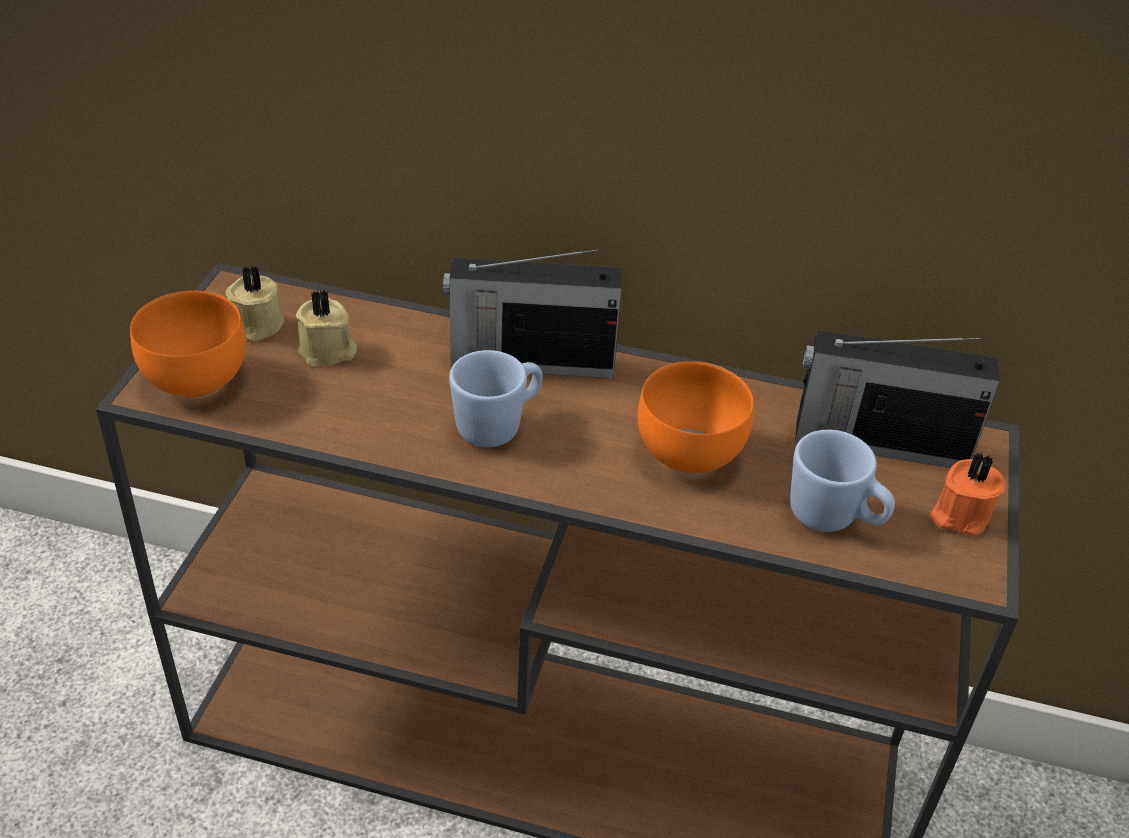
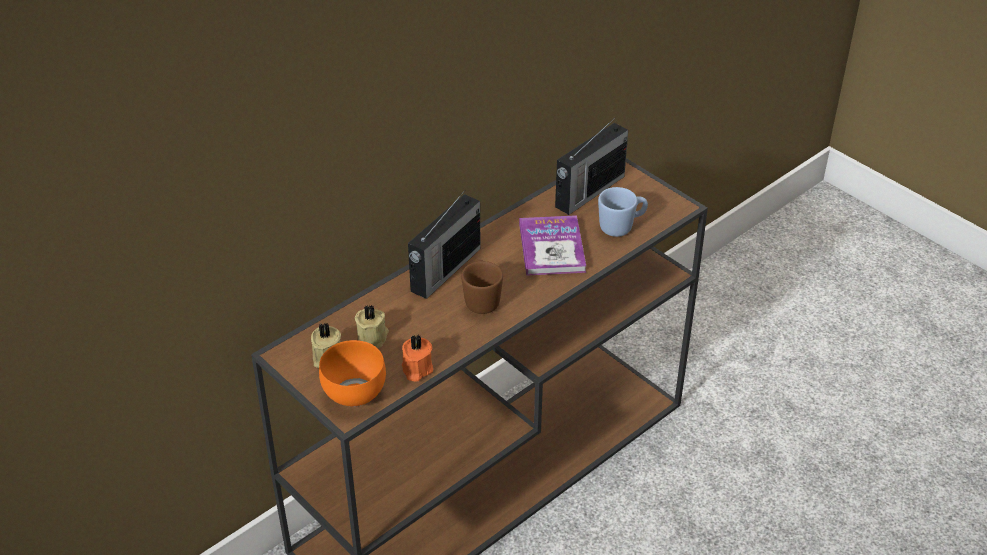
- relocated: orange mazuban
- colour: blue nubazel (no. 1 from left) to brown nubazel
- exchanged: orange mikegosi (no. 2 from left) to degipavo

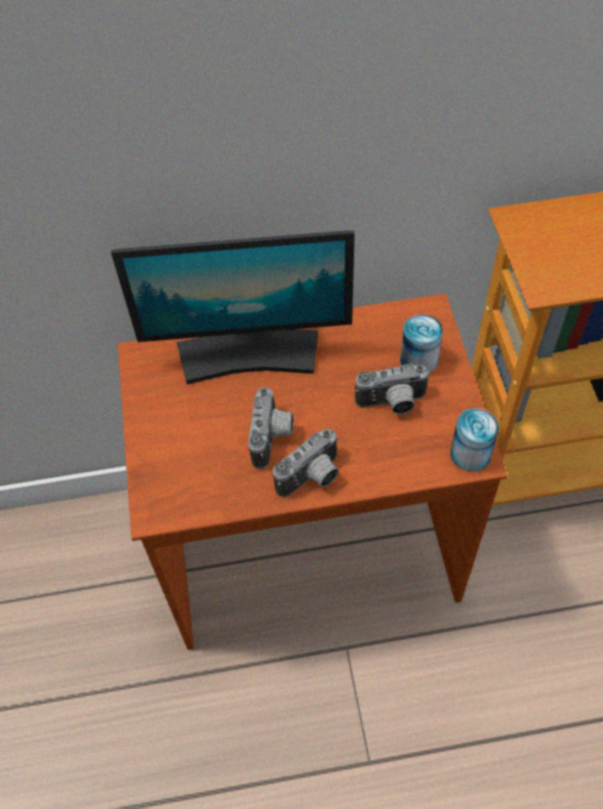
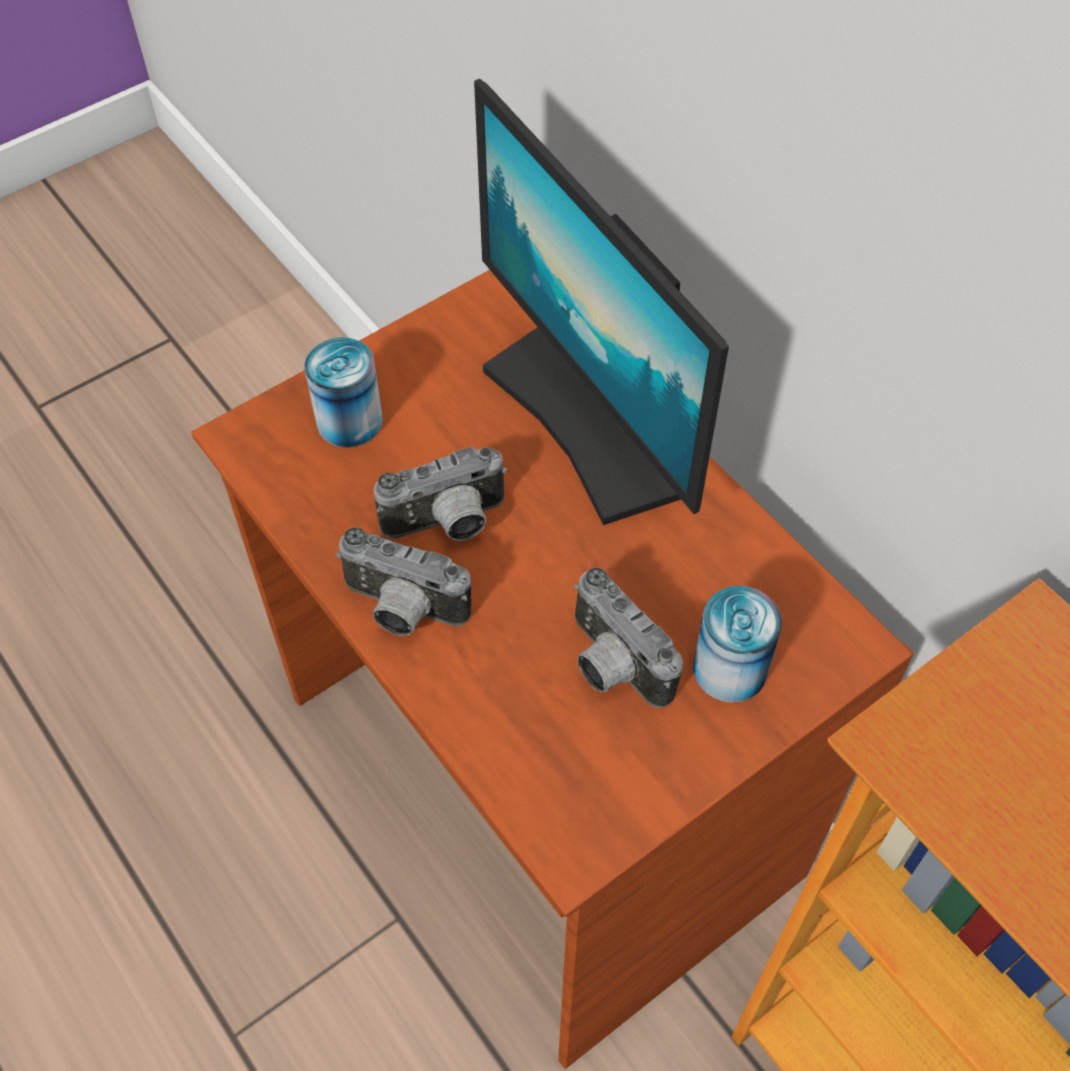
- relocated: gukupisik (no. 2 from left in the first image) to gukupisik (no. 1 from left)

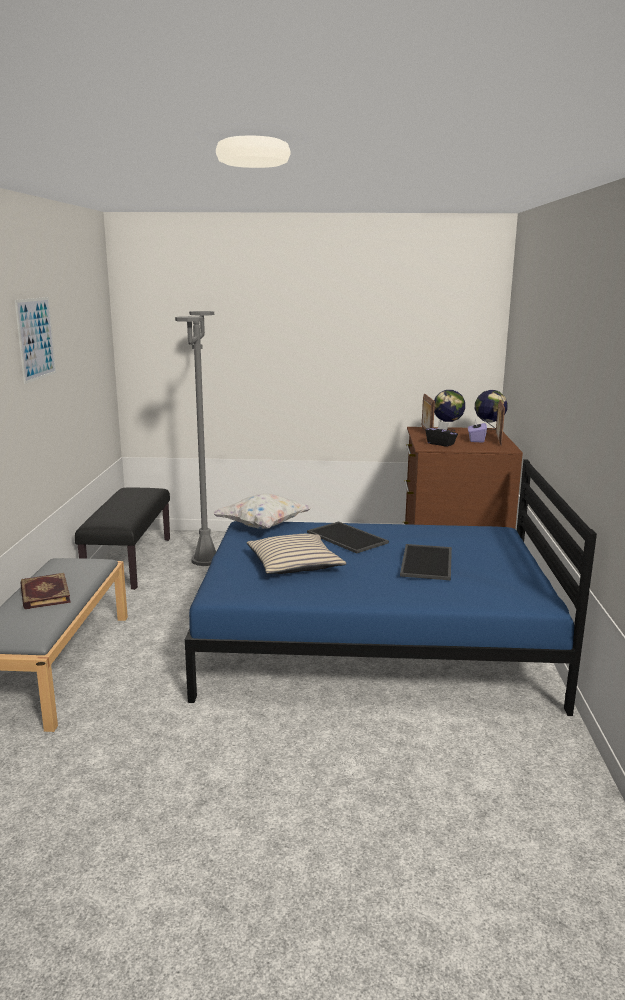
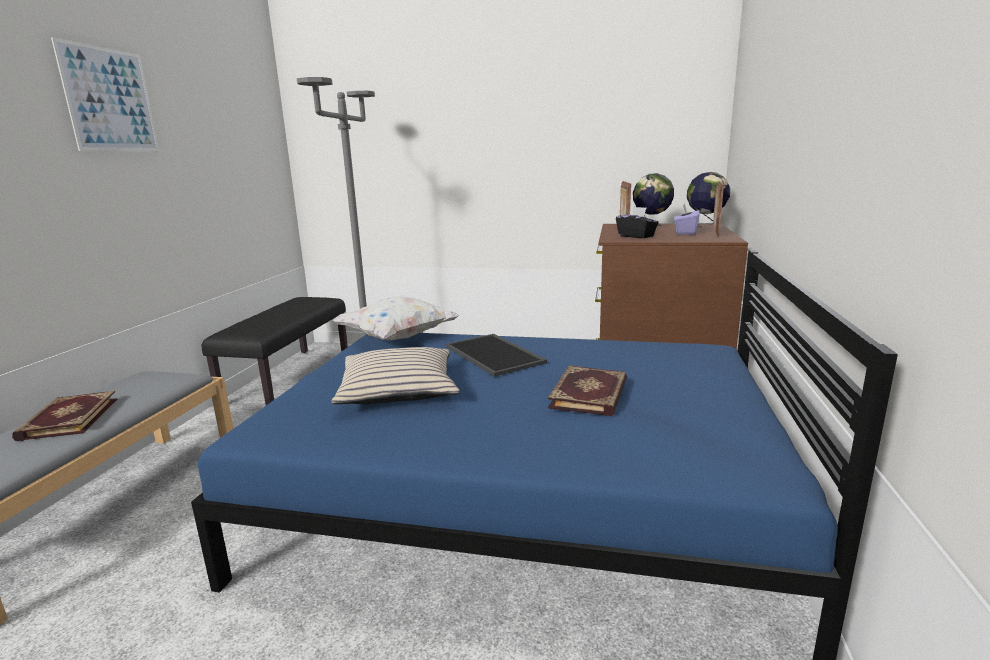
- exchanged: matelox (no. 2 from left) to degipavo (no. 2 from left)

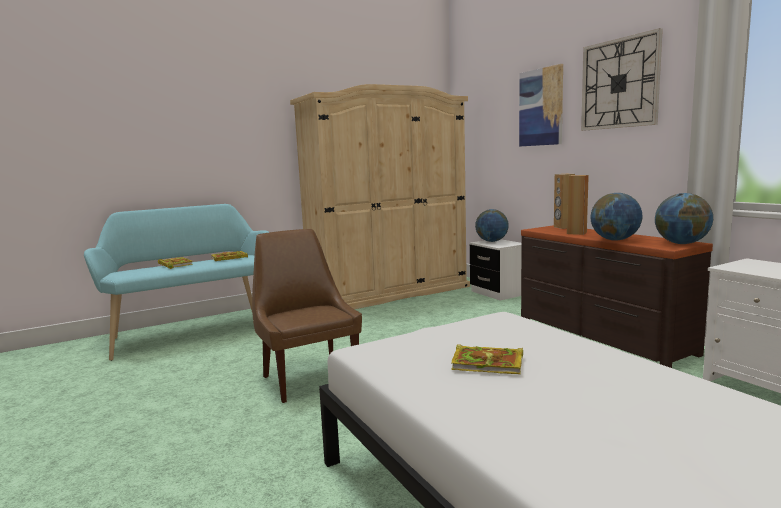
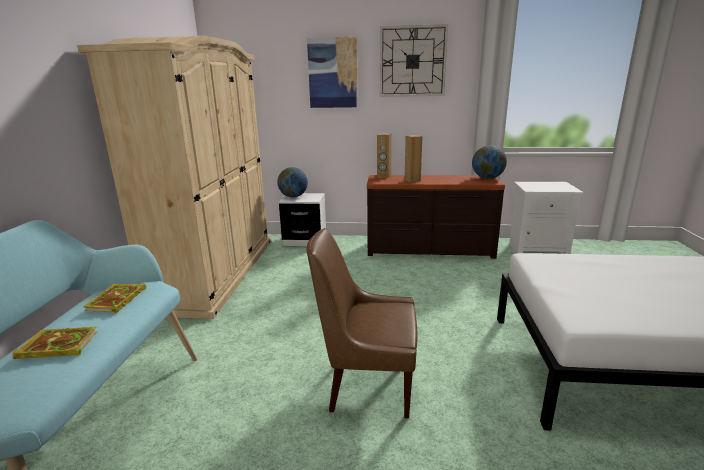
- missing: degipavo (no. 3 from left)
- missing: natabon (no. 2 from left)

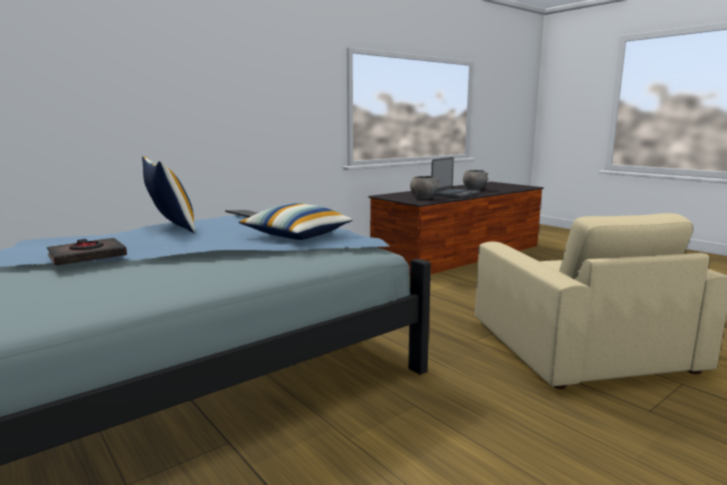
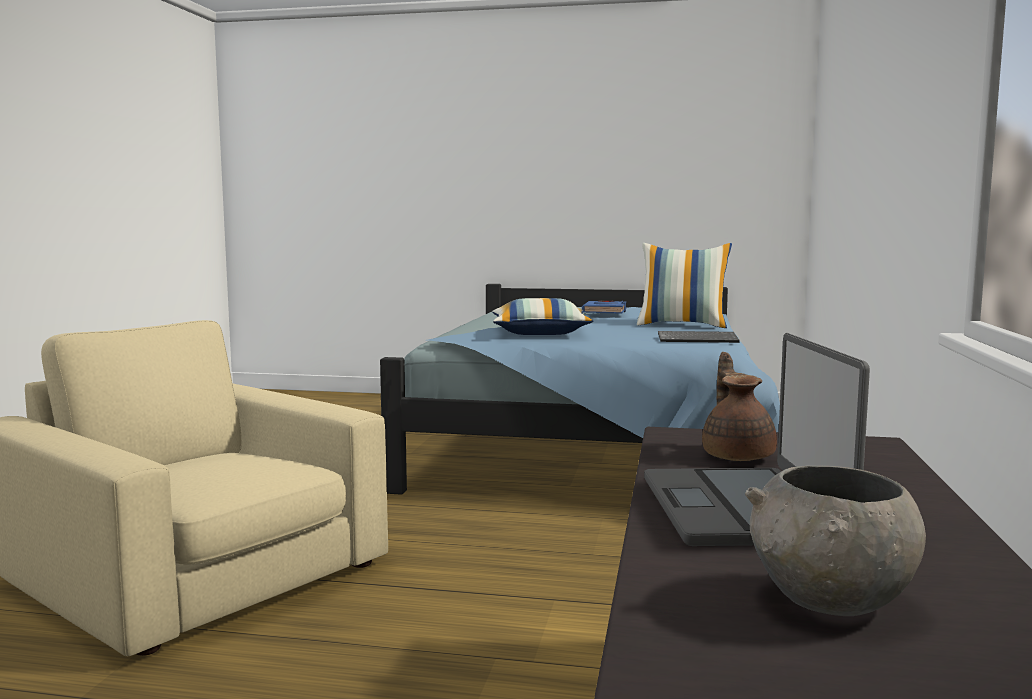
- colour: black degipavo to blue degipavo
- exchanged: grey mikegosi (no. 1 from left) to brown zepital

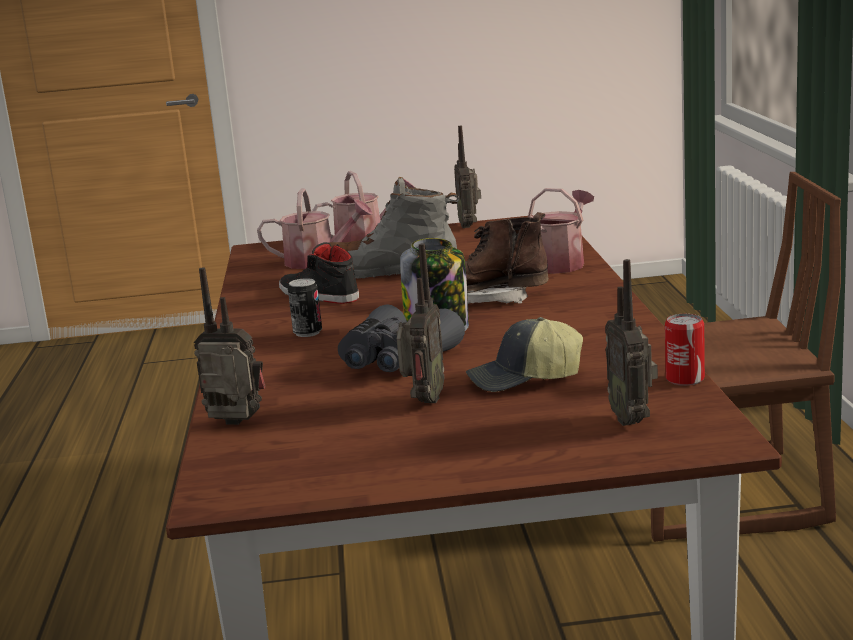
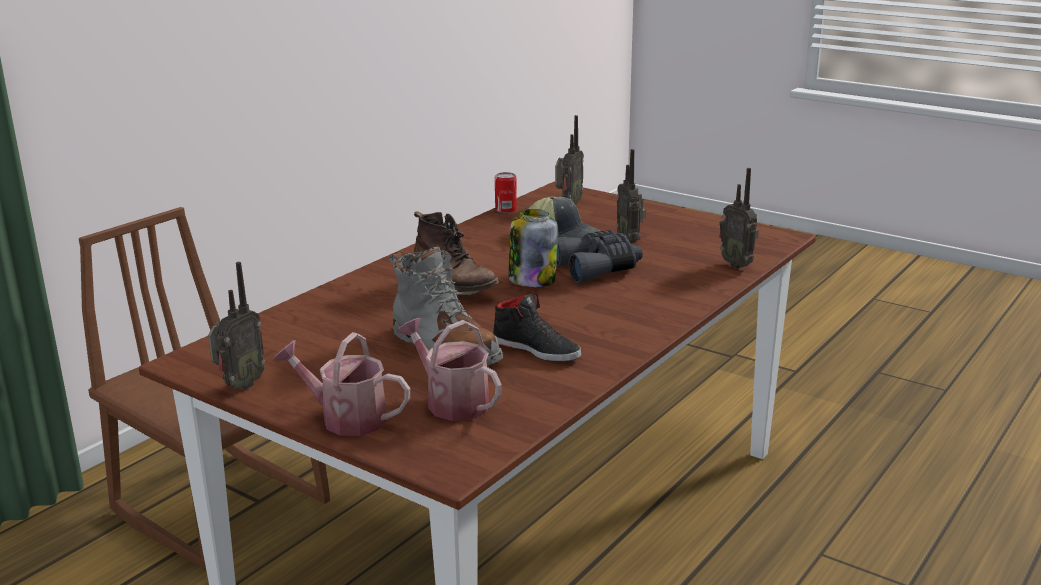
- spun: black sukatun 45 degrees counterclockwise
- spun: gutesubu (no. 2 from left in the first image) 75 degrees counterclockwise
- missing: gukupisik (no. 1 from left)
- missing: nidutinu (no. 3 from left)

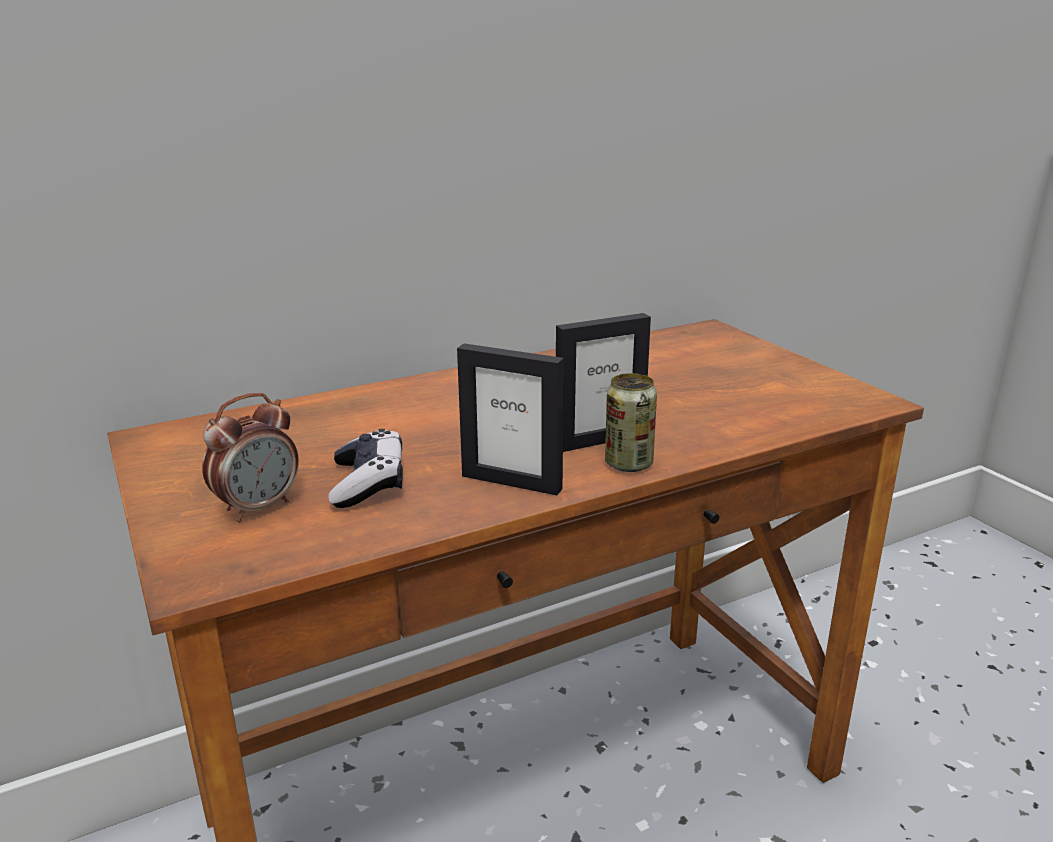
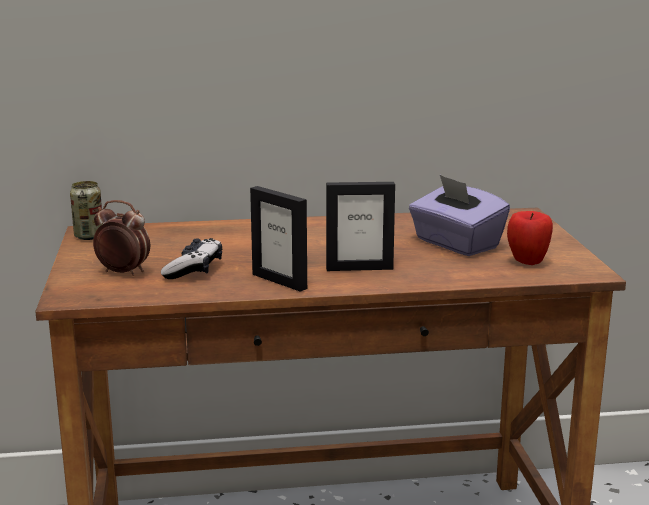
- relocated: gukupisik
- spun: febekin 135 degrees counterclockwise
- appeared: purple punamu
- appeared: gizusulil

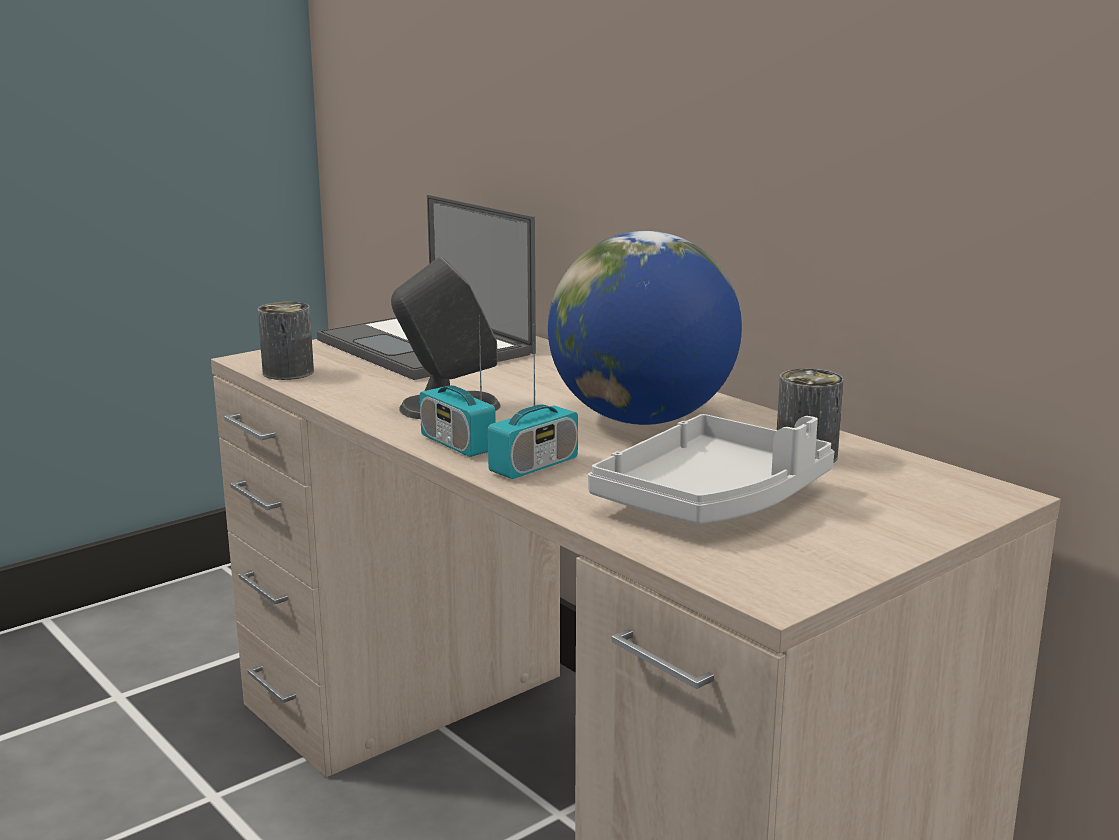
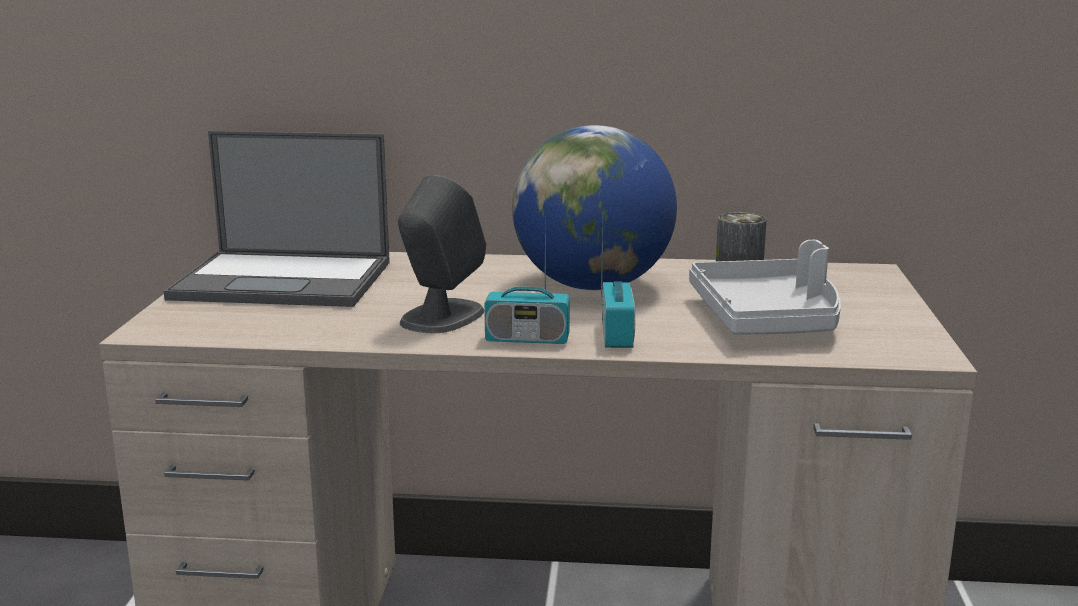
- missing: gukupisik (no. 1 from left)

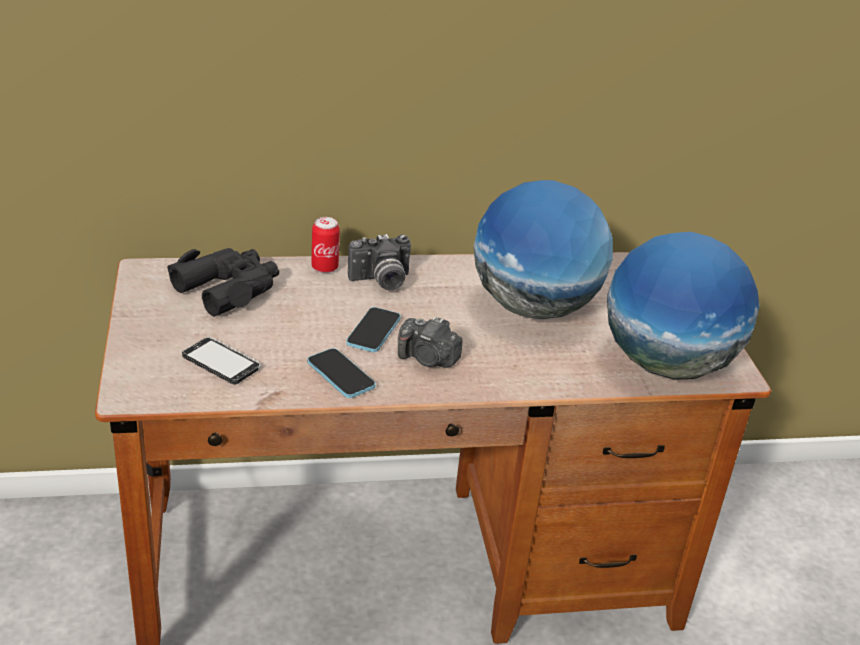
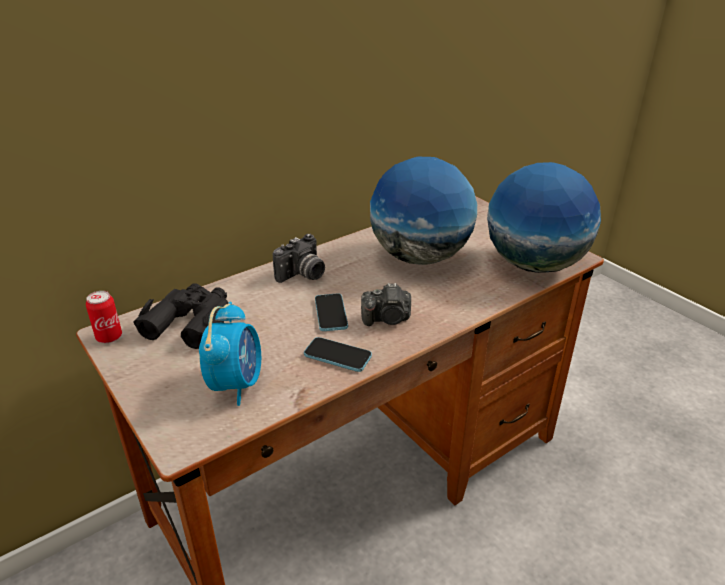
- relocated: gukupisik
- exchanged: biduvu (no. 1 from left) to febekin

